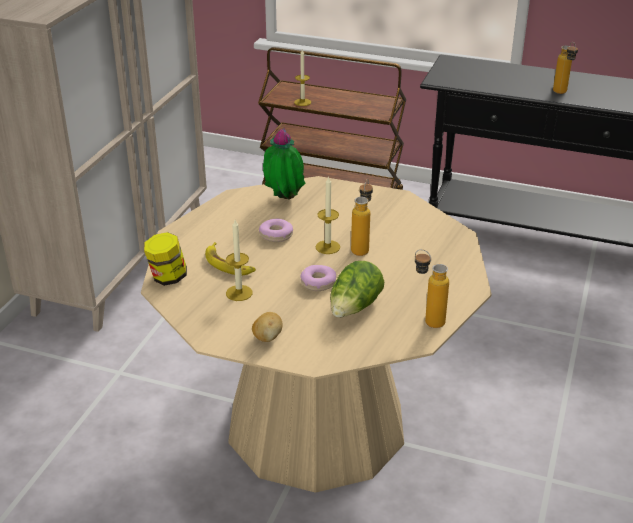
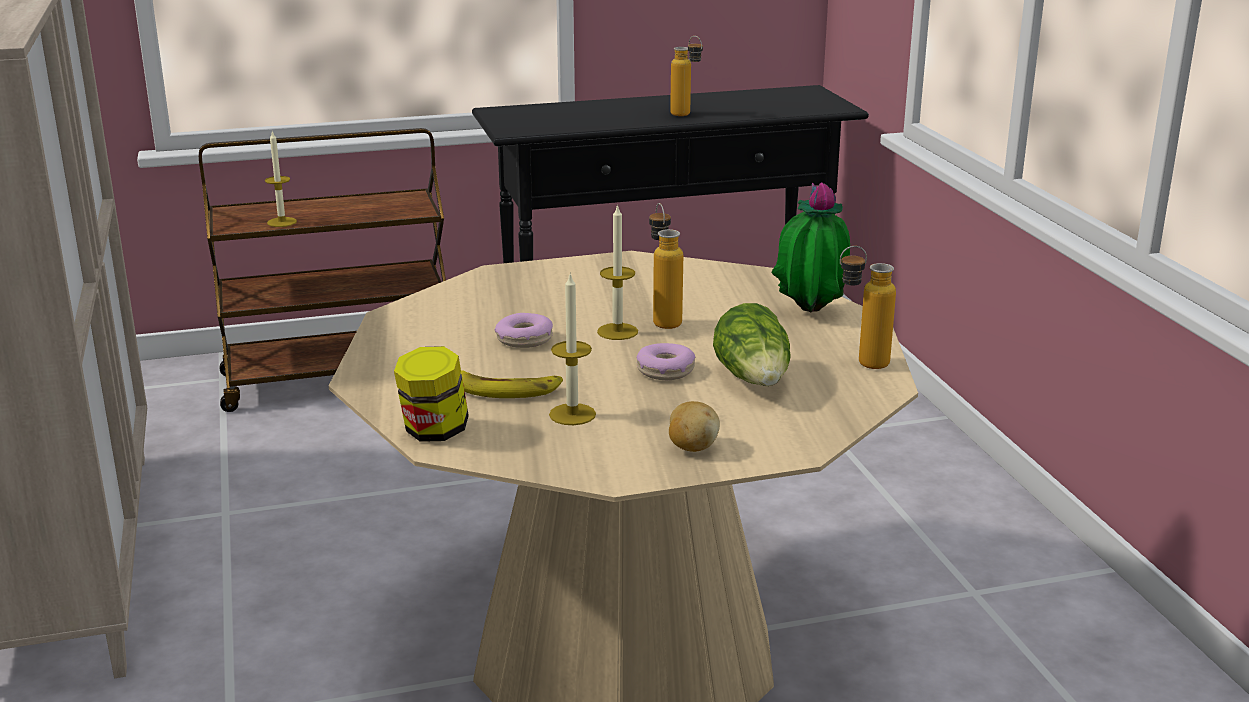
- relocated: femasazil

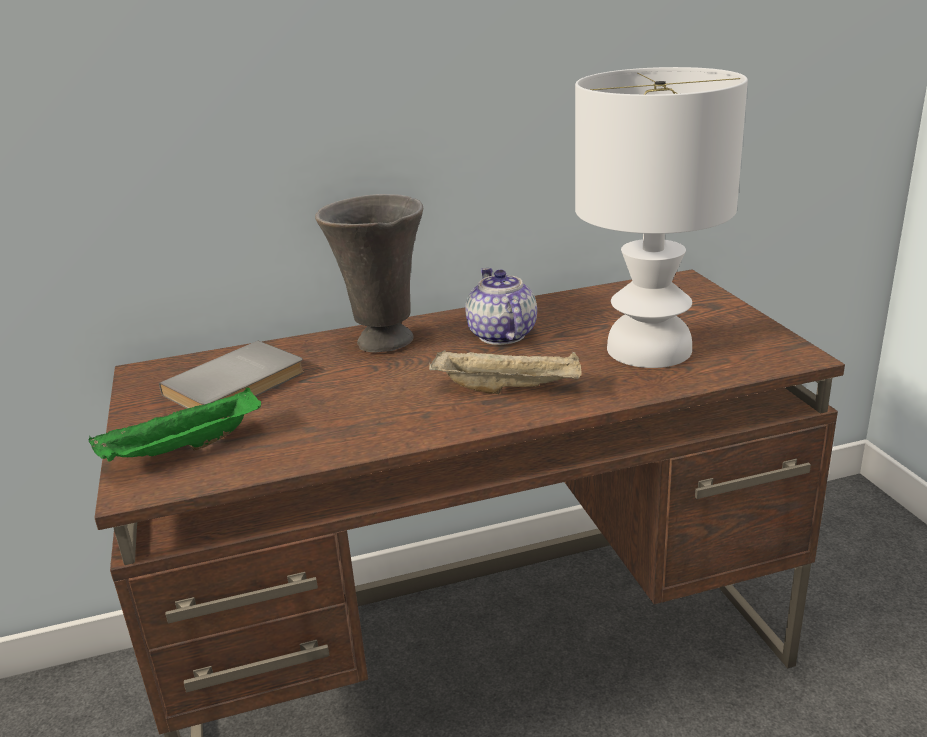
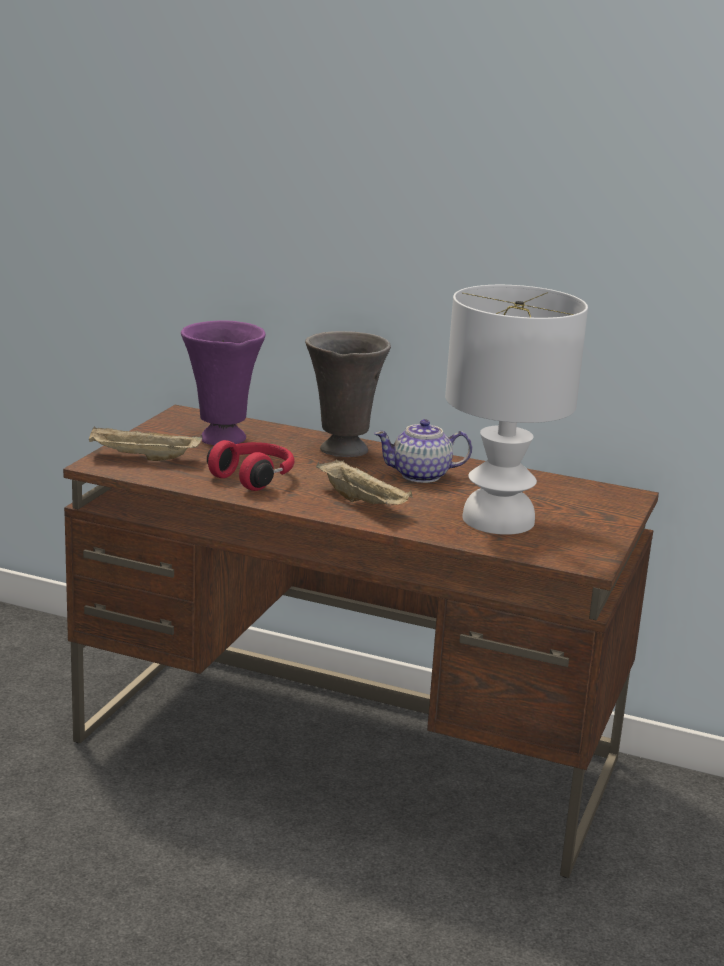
- colour: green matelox to beige matelox (no. 1 from left)
- exchanged: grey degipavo to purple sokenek
- appeared: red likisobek
- spun: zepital 120 degrees counterclockwise

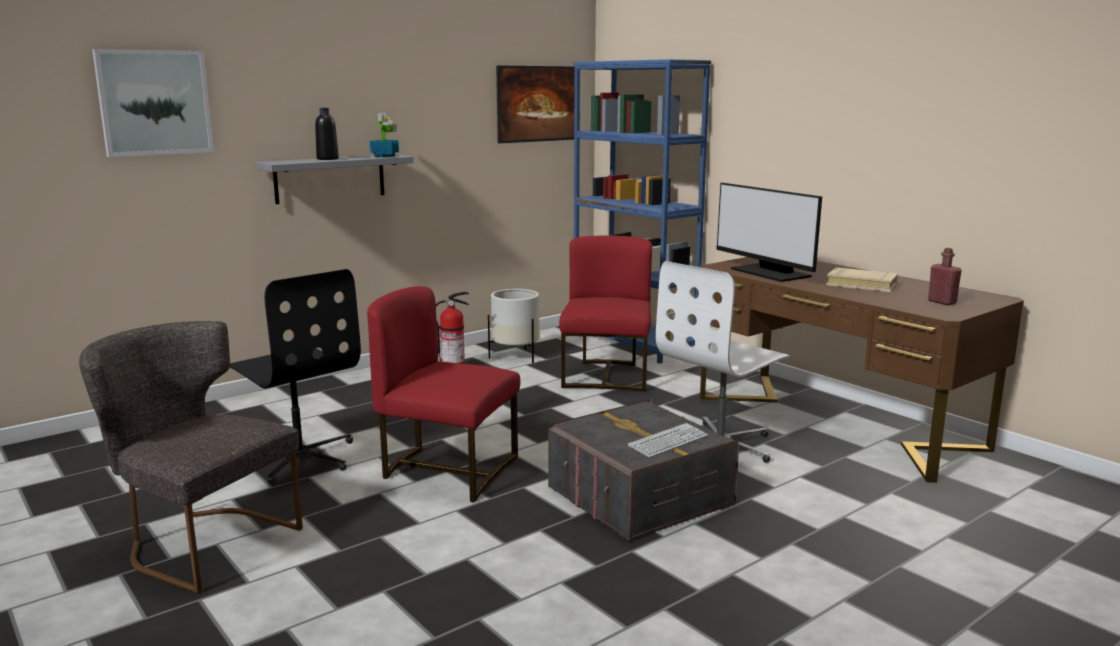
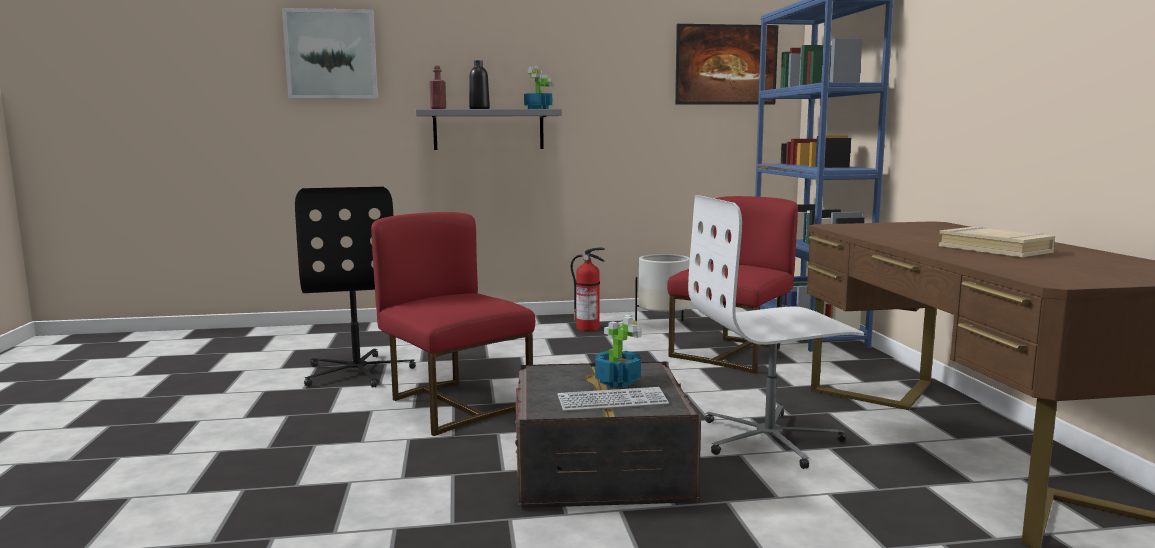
- relocated: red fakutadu
- appeared: femasazil (no. 2 from left)
- missing: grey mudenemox
- missing: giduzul

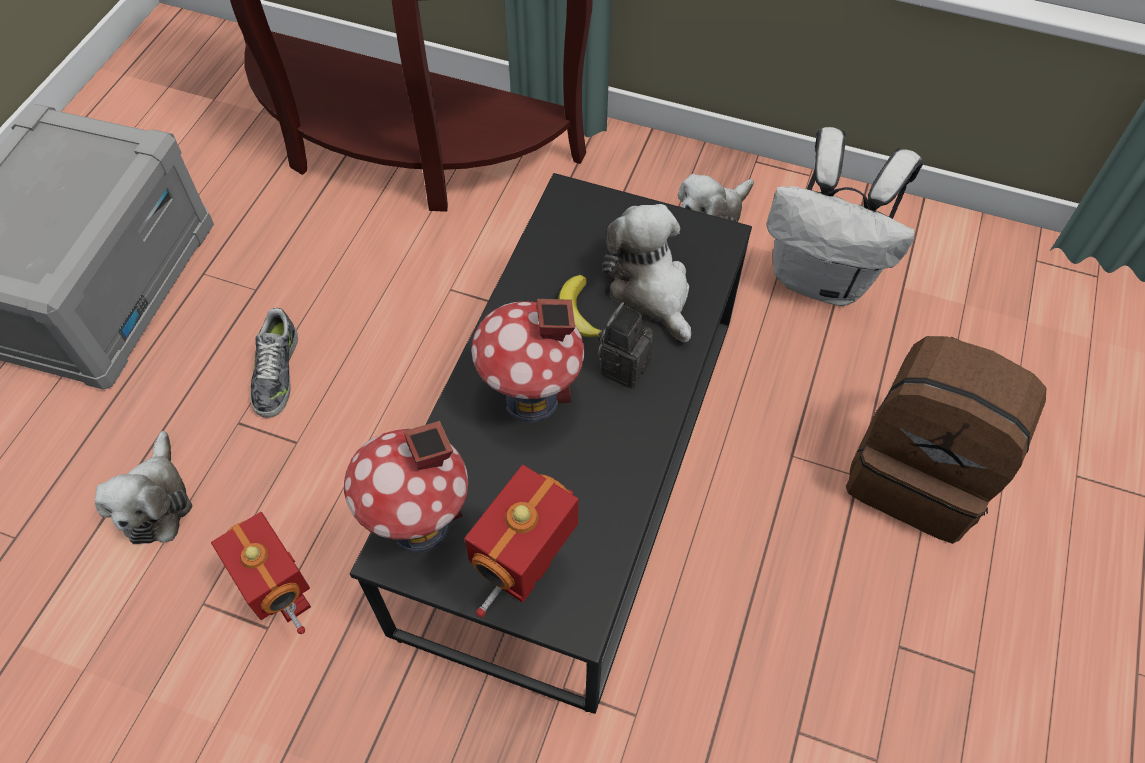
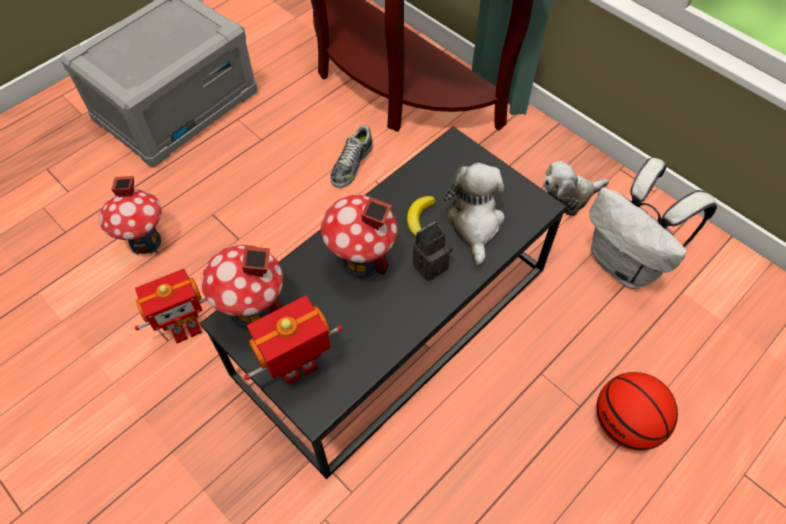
- exchanged: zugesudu (no. 1 from left) to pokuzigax (no. 1 from left)
- spun: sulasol (no. 1 from left) 75 degrees clockwise
- relocated: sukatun
- exchanged: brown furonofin to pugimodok

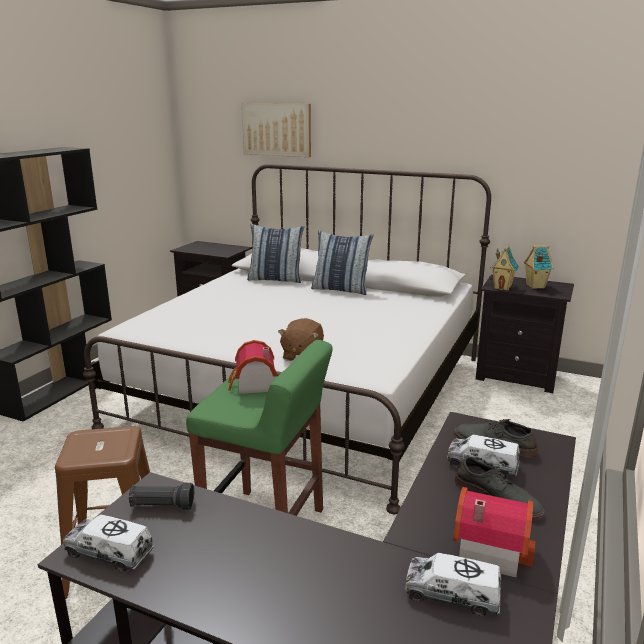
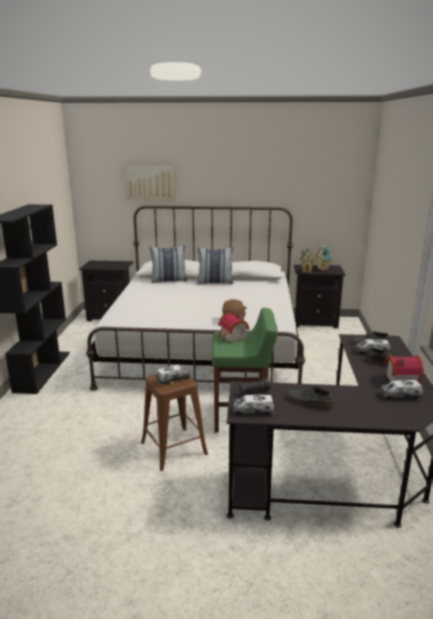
- appeared: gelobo (no. 1 from left)
- appeared: grey sukatun (no. 1 from left)

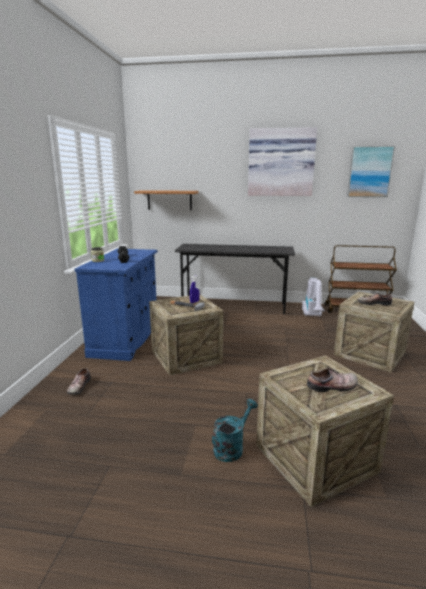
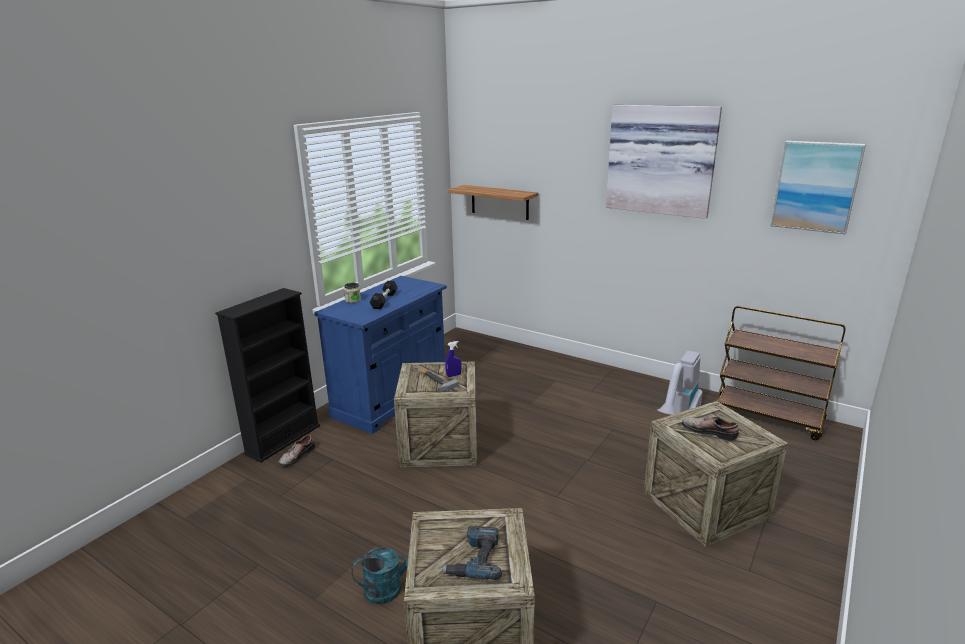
- appeared: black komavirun
- exchanged: sukatun (no. 2 from left) to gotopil
- missing: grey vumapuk

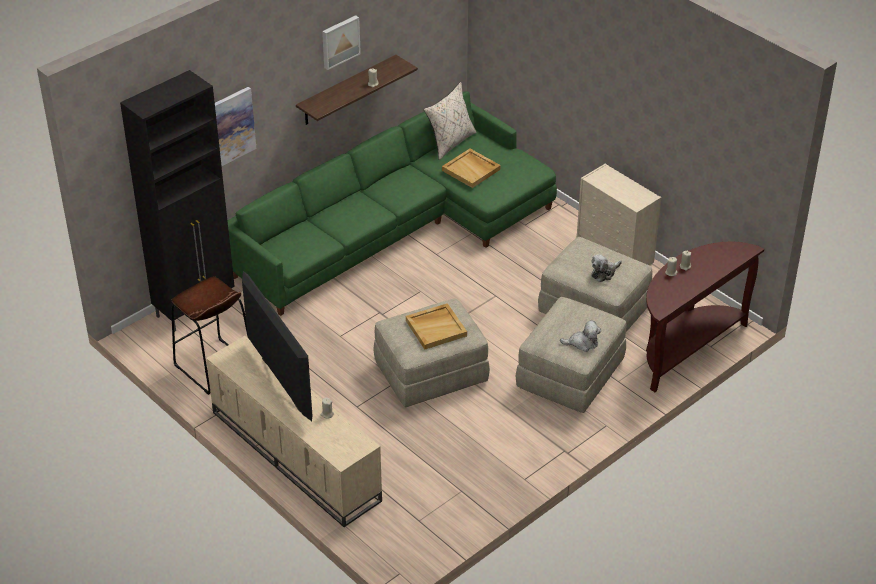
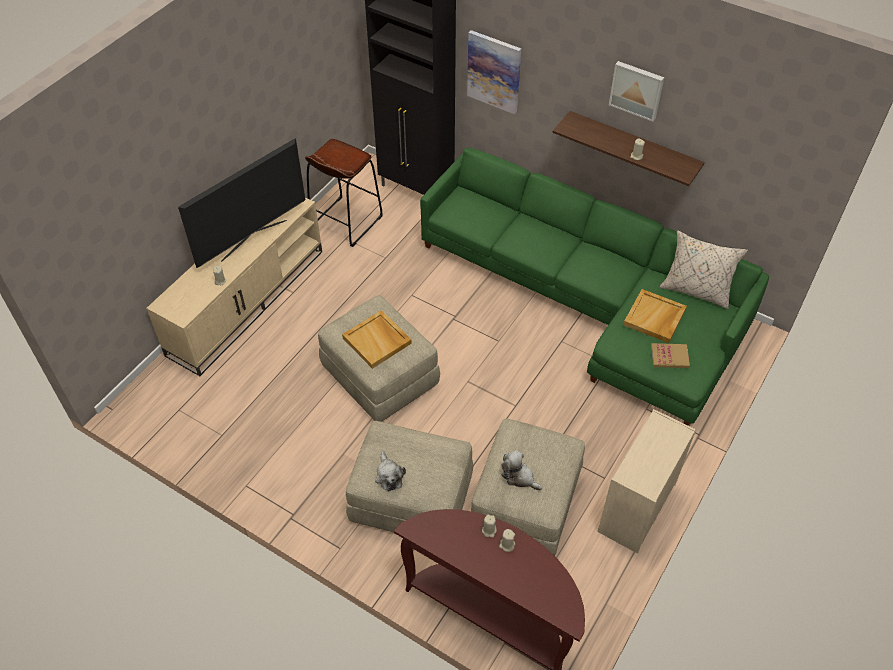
- appeared: degipavo

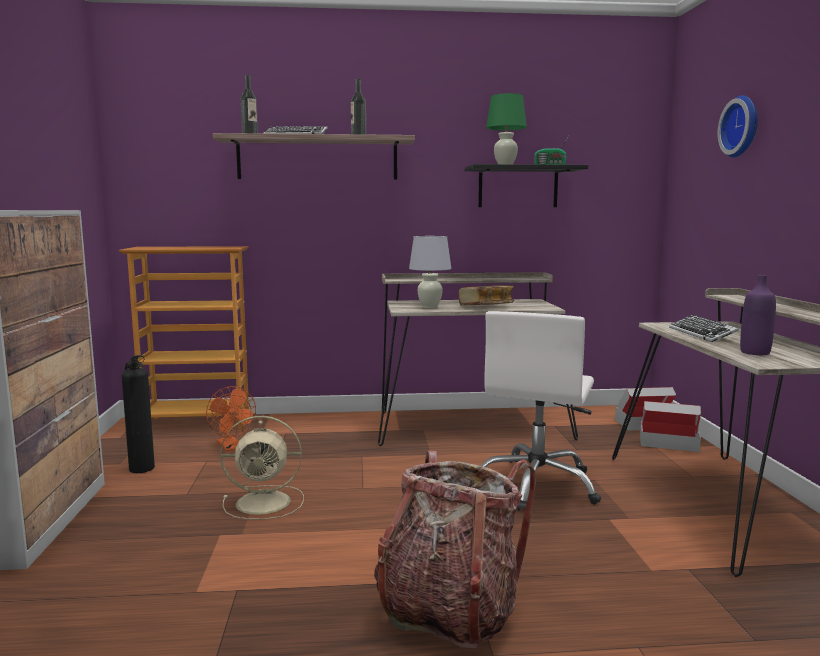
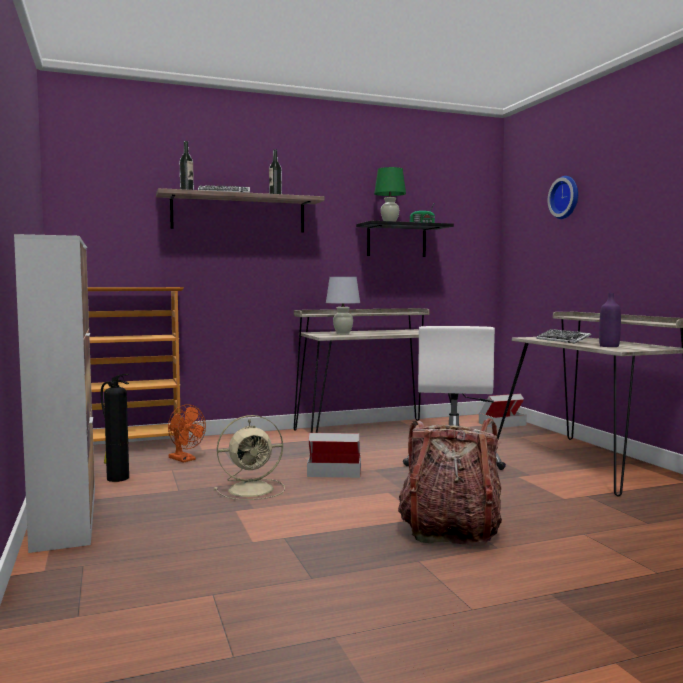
- relocated: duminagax (no. 2 from left in the first image) to duminagax (no. 1 from left)
- missing: degipavo

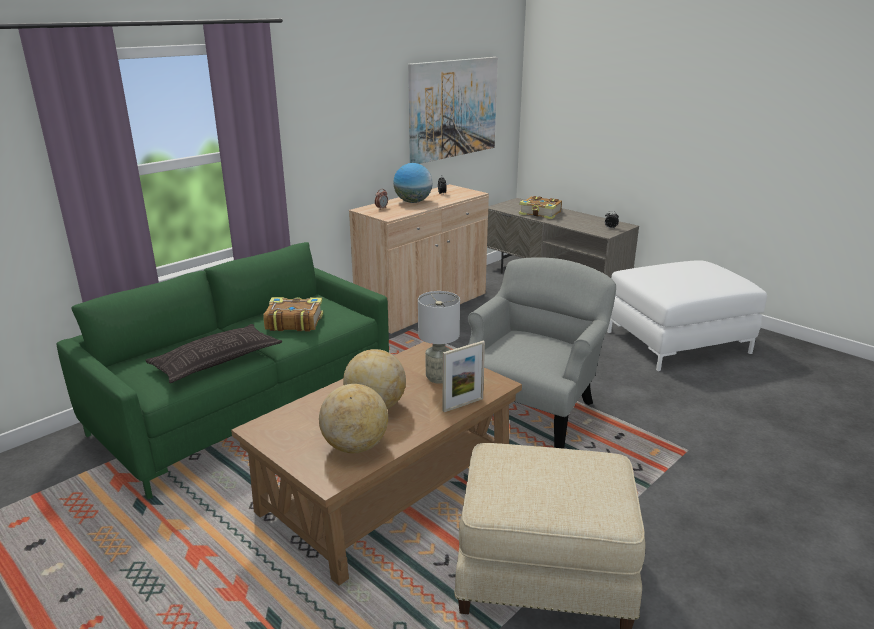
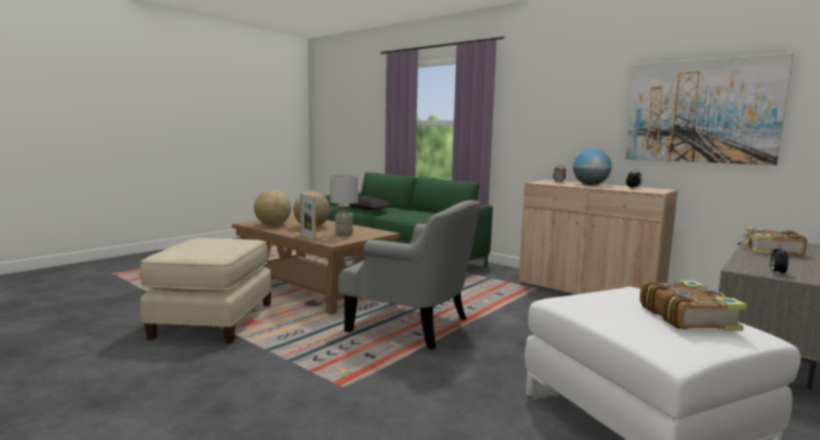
- relocated: degipavo (no. 1 from left)

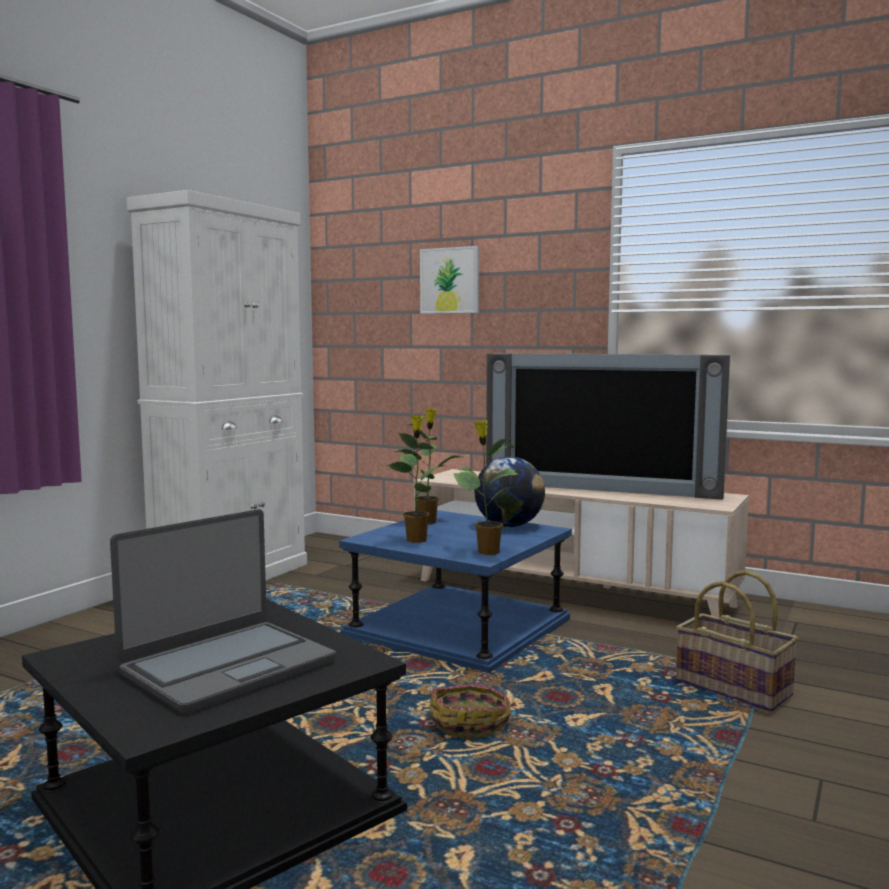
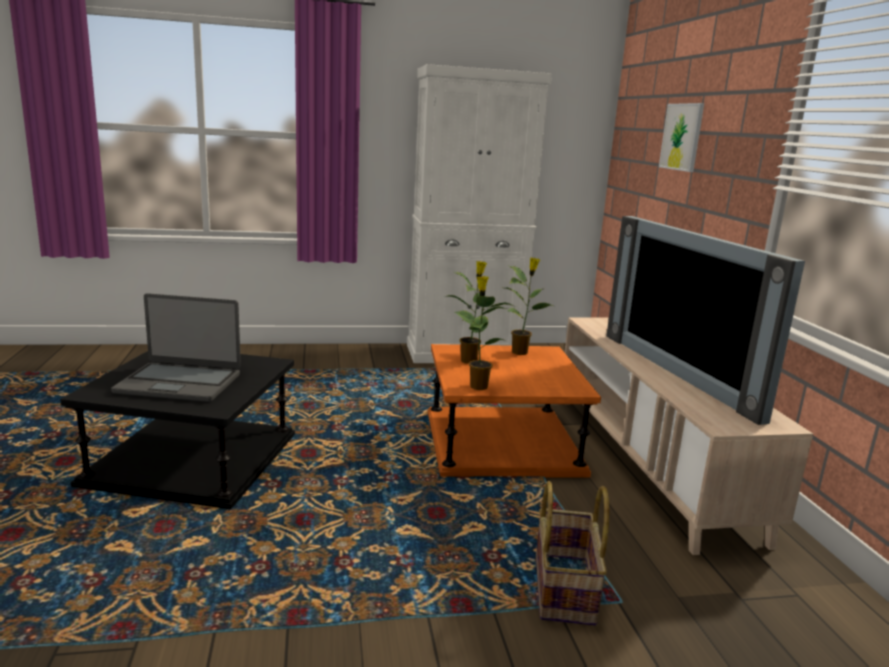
- colour: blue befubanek to orange befubanek
- missing: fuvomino (no. 1 from left)
- missing: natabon

